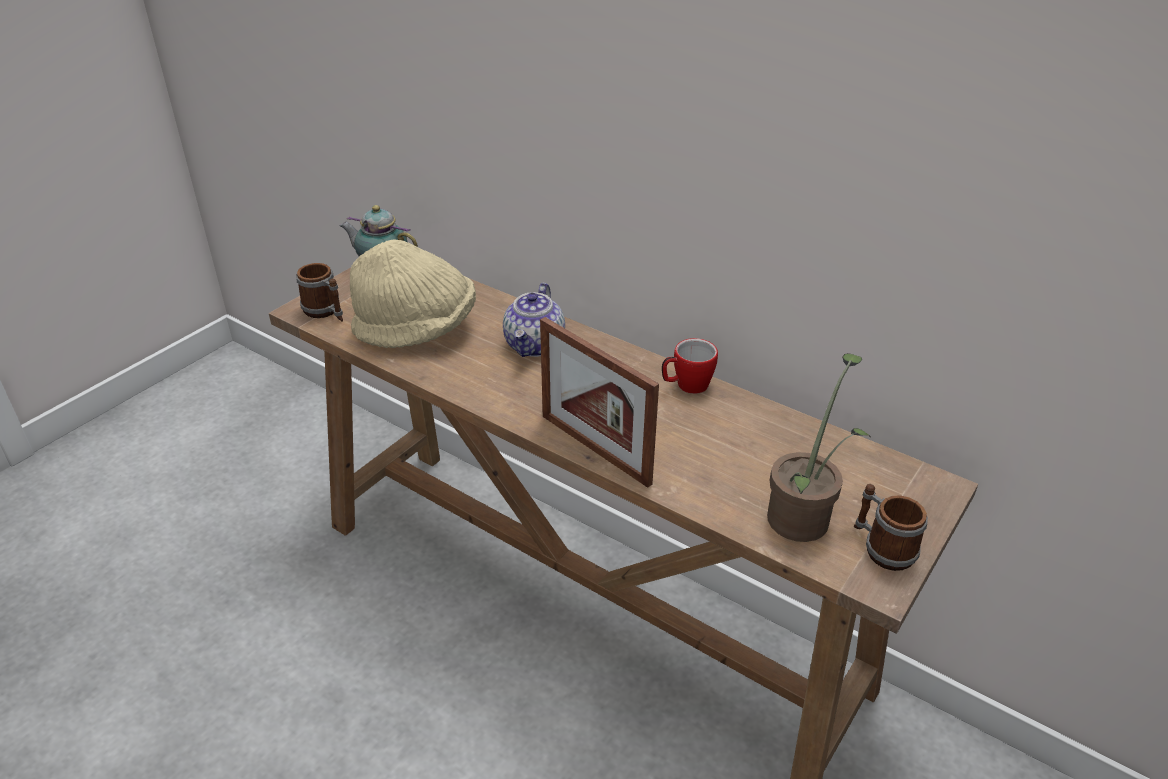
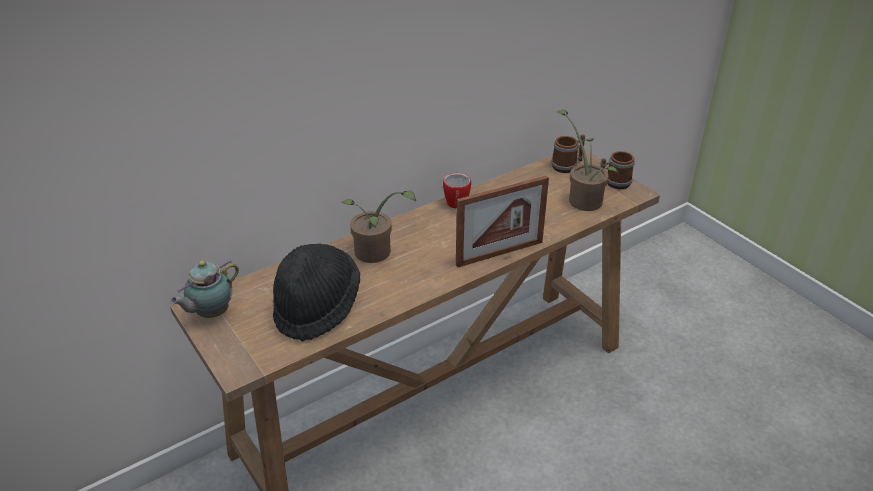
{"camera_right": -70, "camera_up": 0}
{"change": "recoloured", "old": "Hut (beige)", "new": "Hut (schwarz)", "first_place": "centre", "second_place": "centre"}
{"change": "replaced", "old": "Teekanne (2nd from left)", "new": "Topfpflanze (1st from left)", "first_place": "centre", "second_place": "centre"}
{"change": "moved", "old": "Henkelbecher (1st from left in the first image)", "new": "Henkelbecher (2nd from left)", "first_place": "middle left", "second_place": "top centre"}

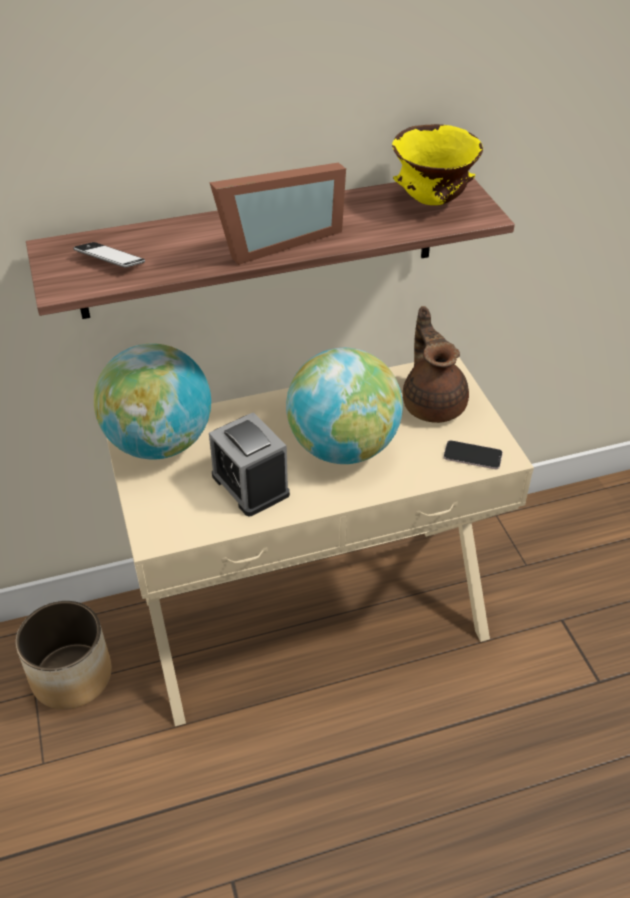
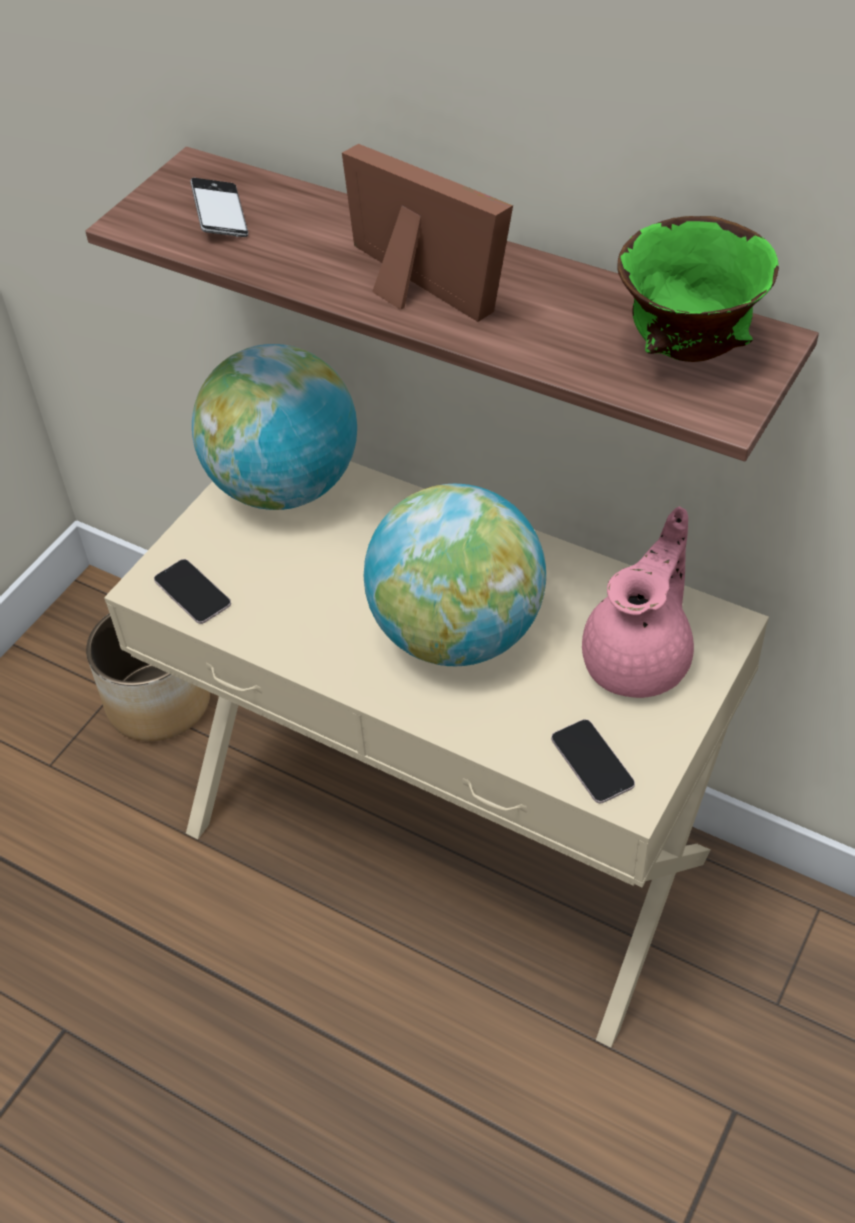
{"camera_right": 50, "camera_up": 5}
{"change": "added", "new": "Handy (1st from left)", "second_place": "middle left"}
{"change": "turned", "old": "Bilderrahmen", "first_place": "top centre", "second_place": "top centre", "degrees": -150}
{"change": "recoloured", "old": "Teekanne (braun)", "new": "Teekanne (rosa)", "first_place": "middle right", "second_place": "middle right"}
{"change": "recoloured", "old": "Schüssel (gelb)", "new": "Schüssel (grün)", "first_place": "top right", "second_place": "top right"}
{"change": "removed", "old": "Wecker", "first_place": "centre"}

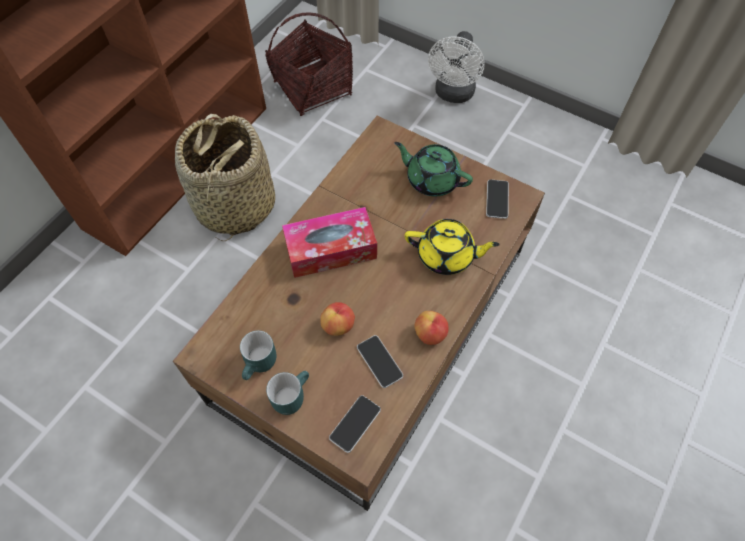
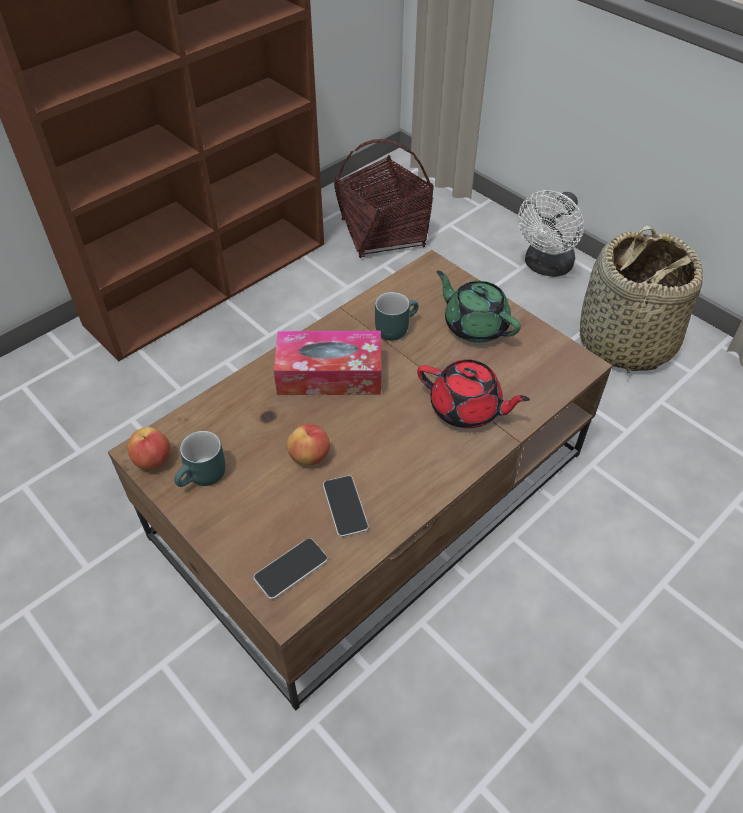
{"camera_right": 15, "camera_up": -10}
{"change": "moved", "old": "Apfel (2nd from left in the first image)", "new": "Apfel (1st from left)", "first_place": "centre", "second_place": "middle left"}
{"change": "moved", "old": "Henkelbecher (türkis) (2nd from left)", "first_place": "bottom centre", "second_place": "centre"}
{"change": "recoloured", "old": "Teekanne (gelb)", "new": "Teekanne (rot)", "first_place": "centre", "second_place": "centre"}
{"change": "moved", "old": "Korb (1st from left in the first image)", "new": "Korb (2nd from left)", "first_place": "top left", "second_place": "middle right"}
{"change": "removed", "old": "Handy (3rd from left)", "first_place": "middle right"}

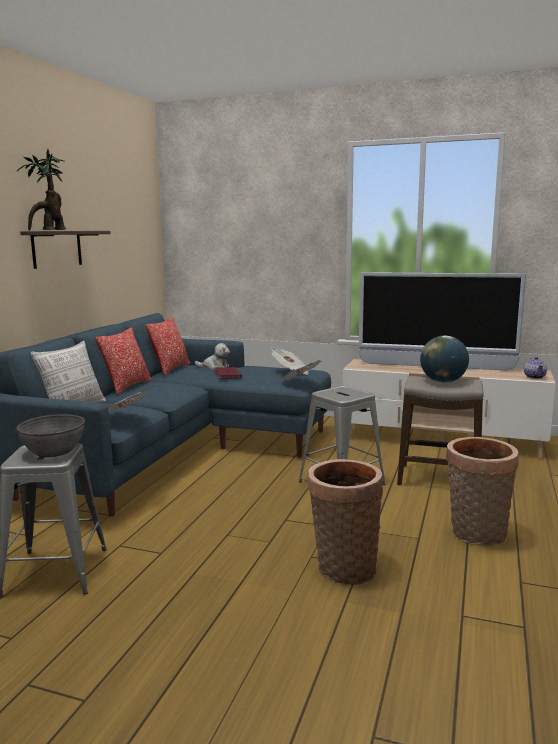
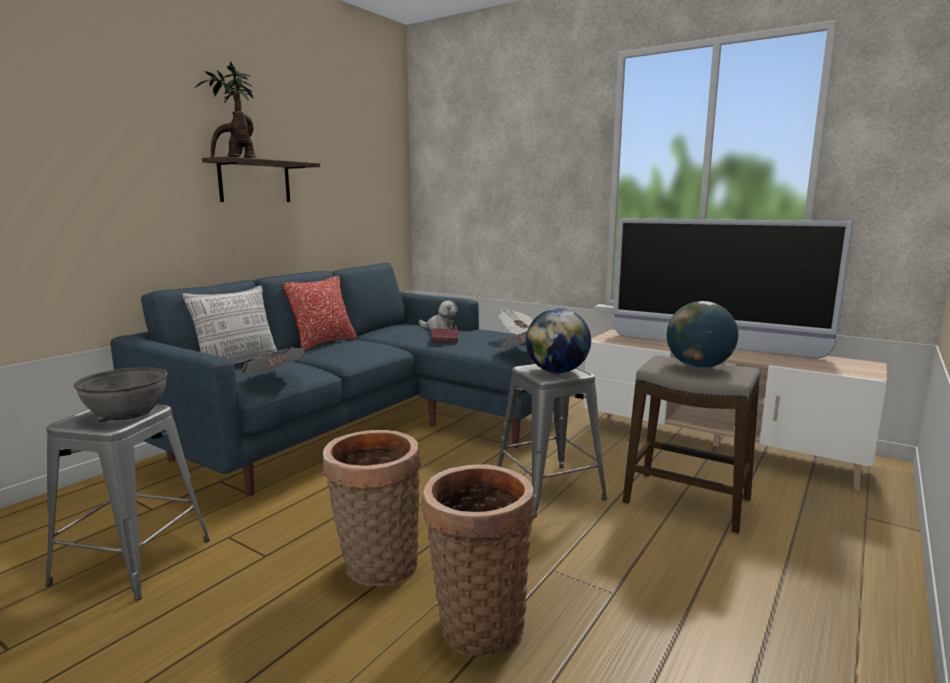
{"camera_right": 15, "camera_up": 0}
{"change": "moved", "old": "Korb (2nd from left in the first image)", "new": "Korb (1st from left)", "first_place": "middle right", "second_place": "bottom centre"}
{"change": "added", "new": "Globus (1st from left)", "second_place": "centre"}
{"change": "removed", "old": "Kissen (3rd from left)", "first_place": "middle left"}
{"change": "removed", "old": "Teekanne", "first_place": "middle right"}

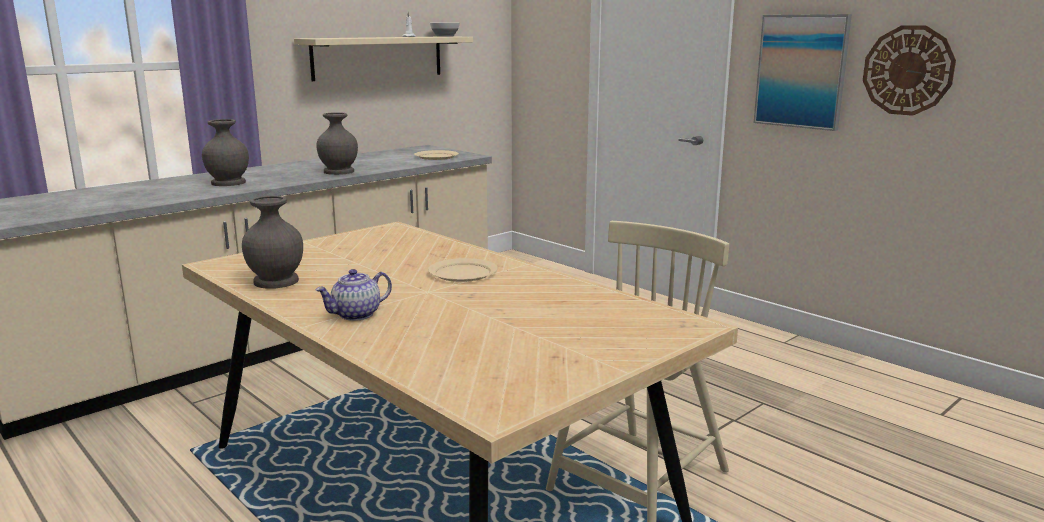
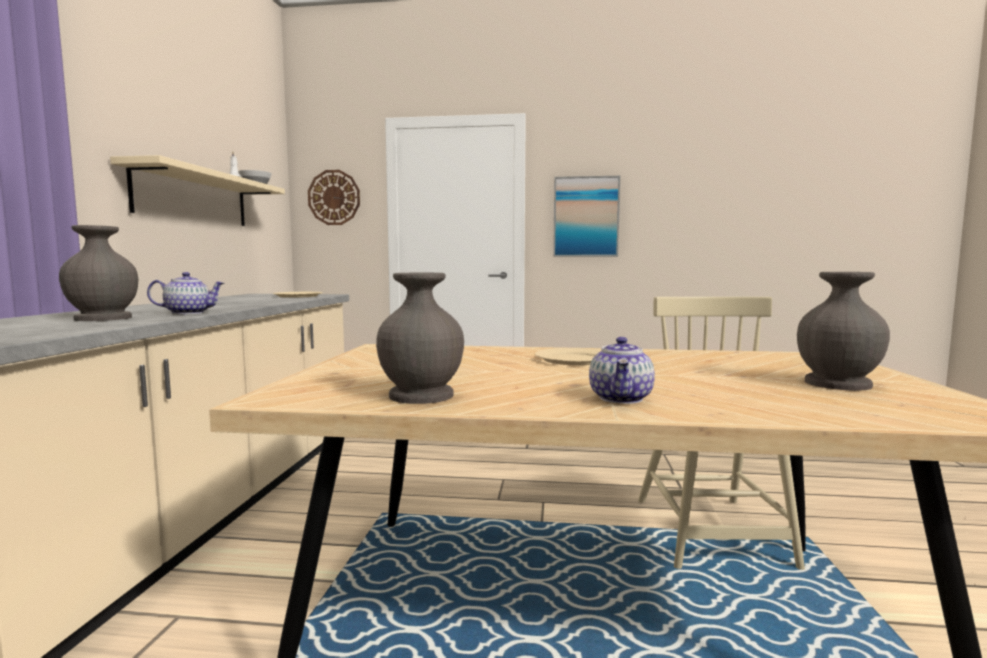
{"camera_right": -40, "camera_up": -10}
{"change": "added", "new": "Teekanne (1st from left)", "second_place": "middle left"}
{"change": "moved", "old": "Wanduhr", "first_place": "top right", "second_place": "top centre"}
{"change": "moved", "old": "Vase (grau) (3rd from left)", "first_place": "top left", "second_place": "middle right"}

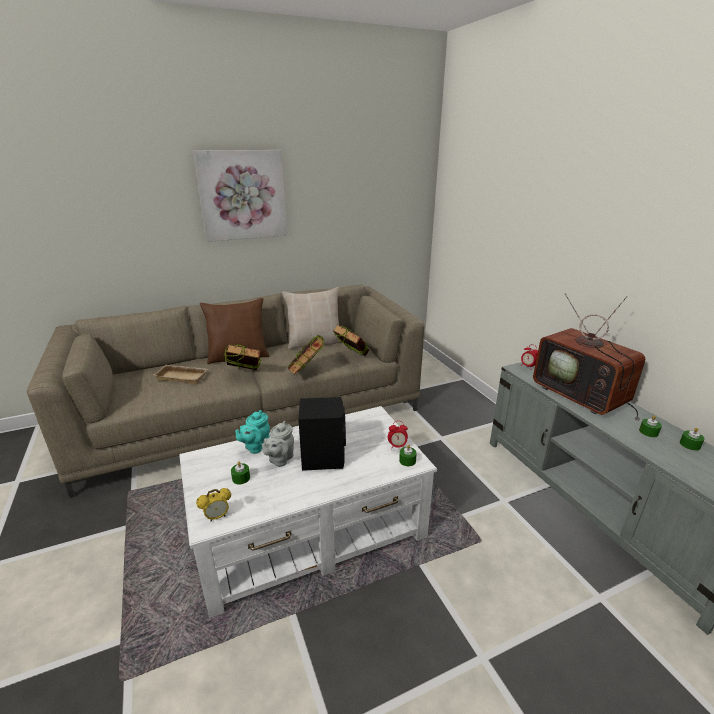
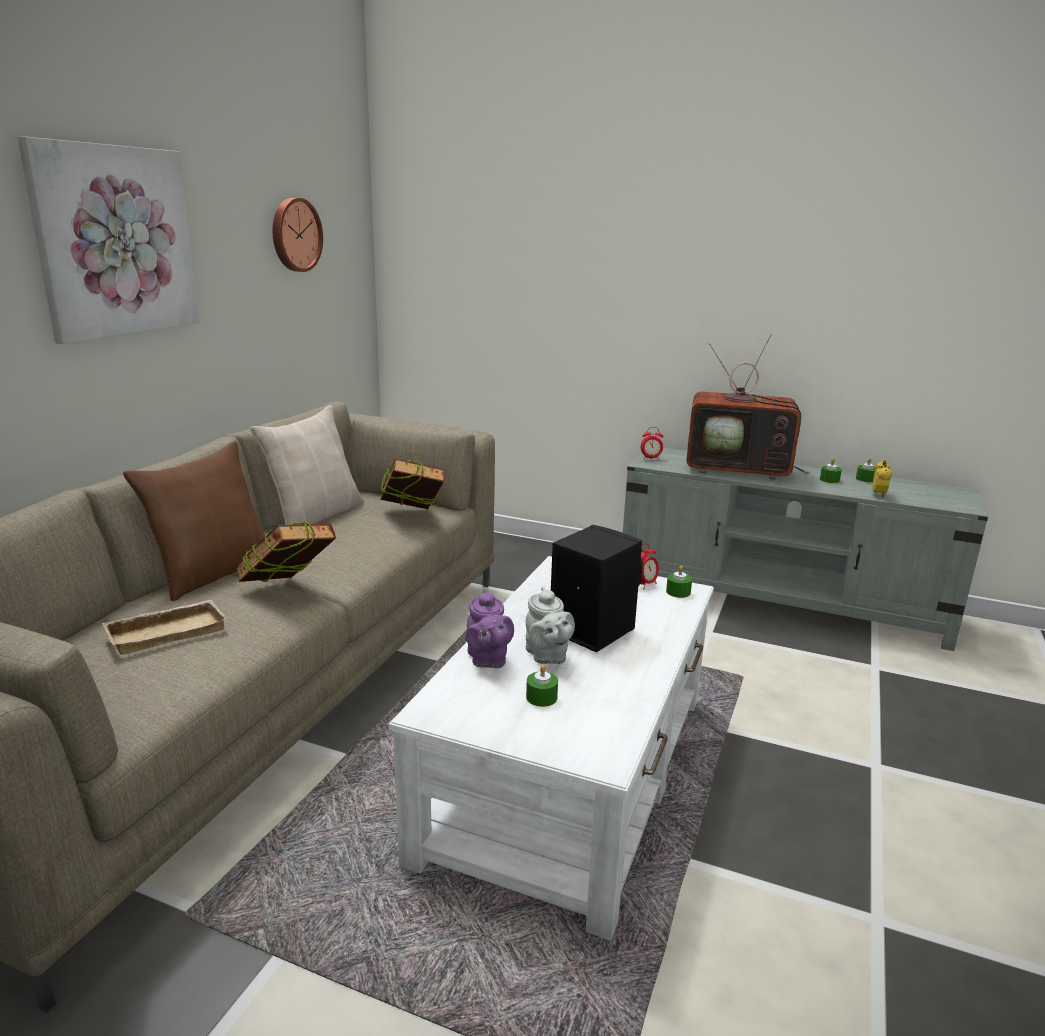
{"camera_right": -45, "camera_up": -5}
{"change": "added", "new": "Wanduhr", "second_place": "top left"}
{"change": "recoloured", "old": "Teekanne (türkis)", "new": "Teekanne (lila)", "first_place": "centre", "second_place": "centre"}
{"change": "moved", "old": "Wecker (1st from left in the first image)", "new": "Wecker (3rd from left)", "first_place": "bottom left", "second_place": "middle right"}
{"change": "removed", "old": "Buch (2nd from left)", "first_place": "centre"}

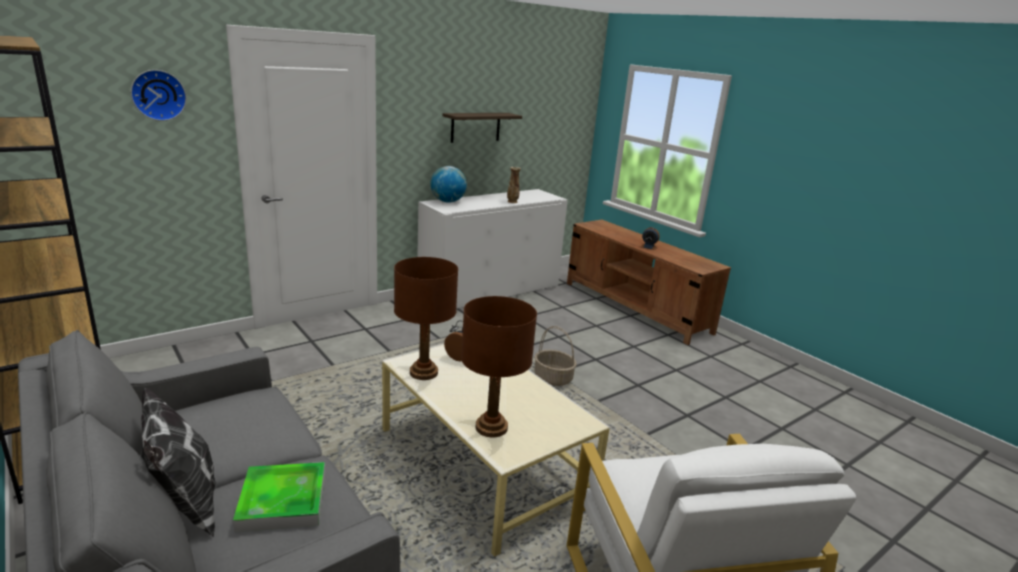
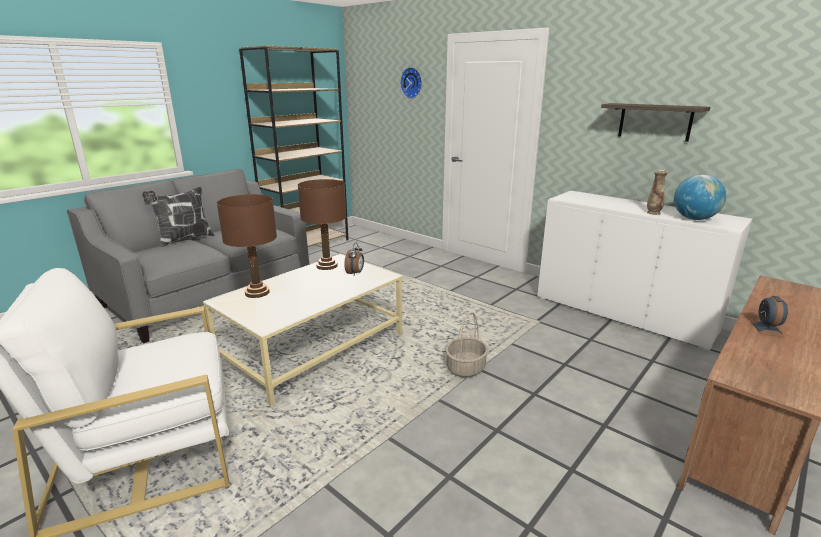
{"camera_right": 80, "camera_up": 0}
{"change": "moved", "old": "Globus", "first_place": "top centre", "second_place": "middle right"}
{"change": "removed", "old": "Tablett", "first_place": "bottom left"}

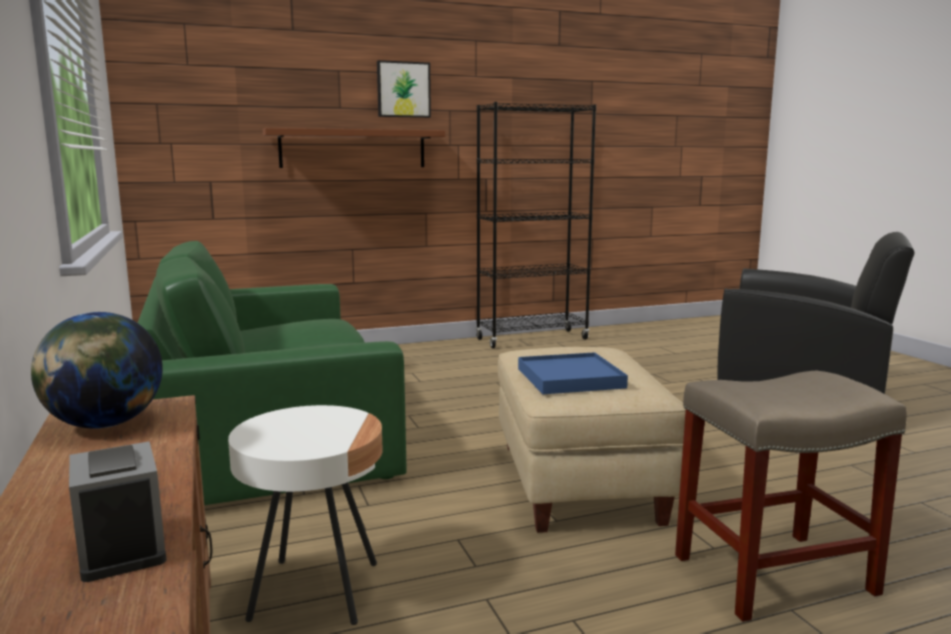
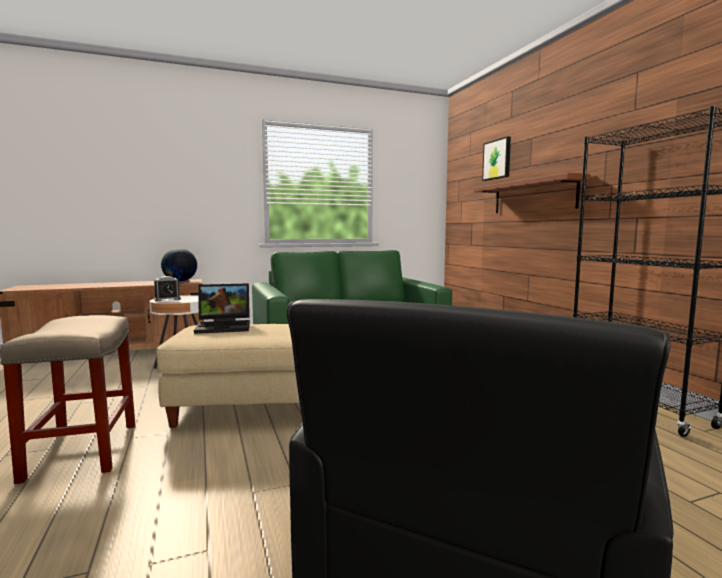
{"camera_right": 90, "camera_up": -5}
{"change": "moved", "old": "Wecker", "first_place": "bottom left", "second_place": "middle left"}
{"change": "replaced", "old": "Tablett (blau)", "new": "Laptop", "first_place": "centre", "second_place": "middle left"}
{"change": "moved", "old": "Bild", "first_place": "top centre", "second_place": "top right"}

